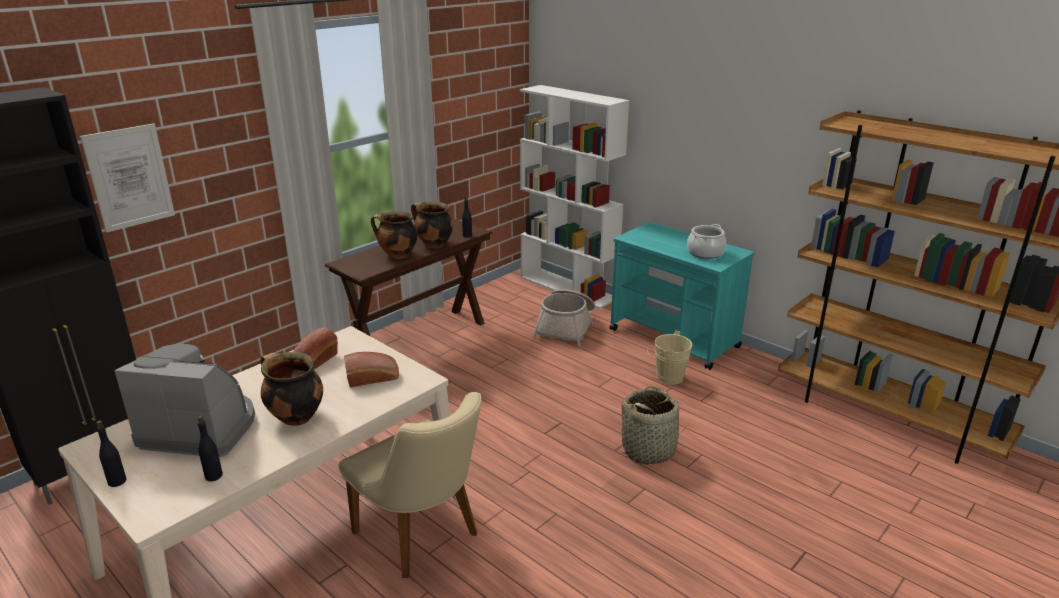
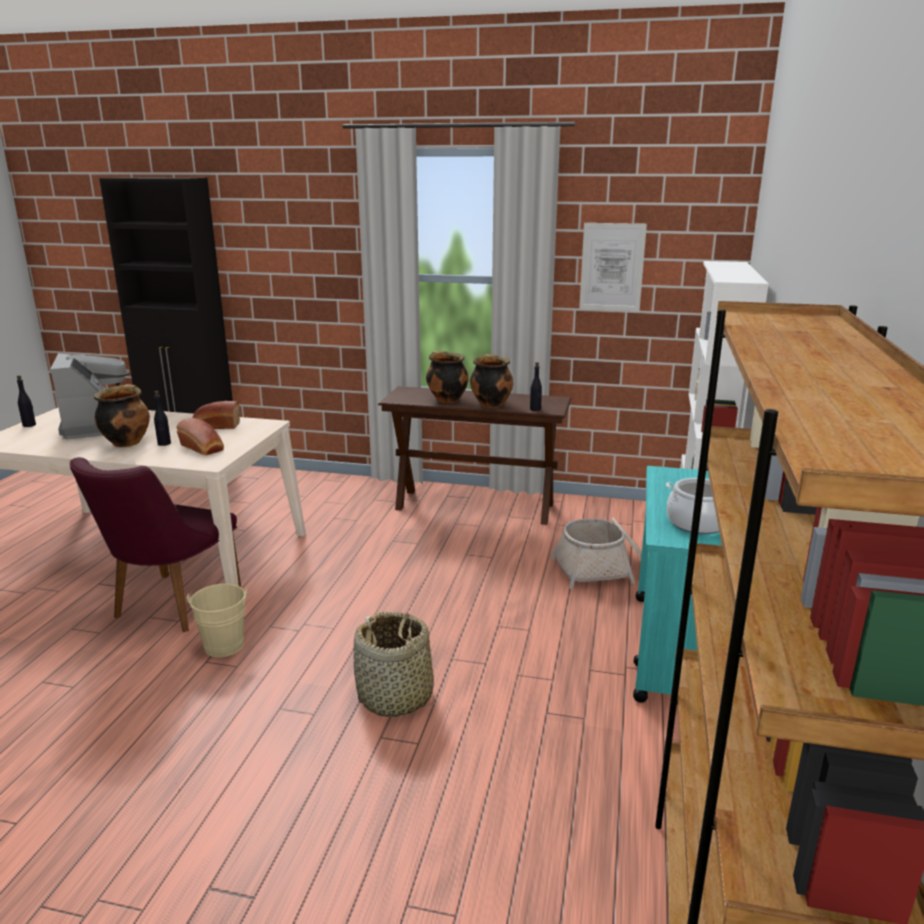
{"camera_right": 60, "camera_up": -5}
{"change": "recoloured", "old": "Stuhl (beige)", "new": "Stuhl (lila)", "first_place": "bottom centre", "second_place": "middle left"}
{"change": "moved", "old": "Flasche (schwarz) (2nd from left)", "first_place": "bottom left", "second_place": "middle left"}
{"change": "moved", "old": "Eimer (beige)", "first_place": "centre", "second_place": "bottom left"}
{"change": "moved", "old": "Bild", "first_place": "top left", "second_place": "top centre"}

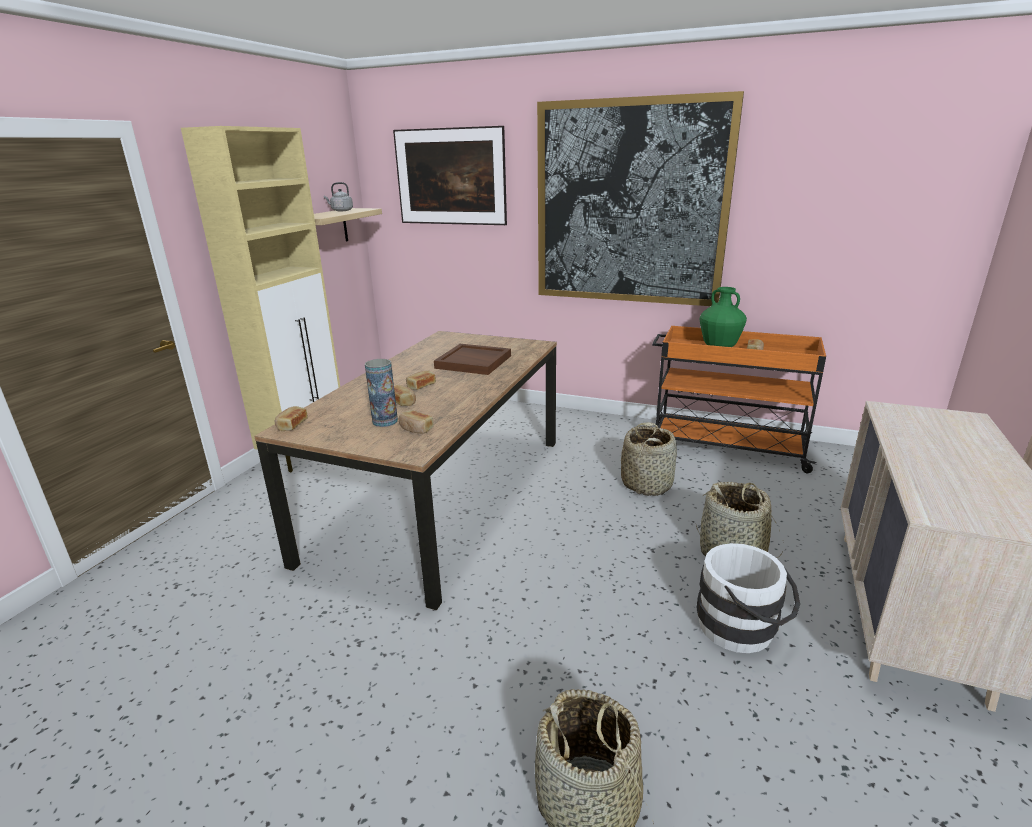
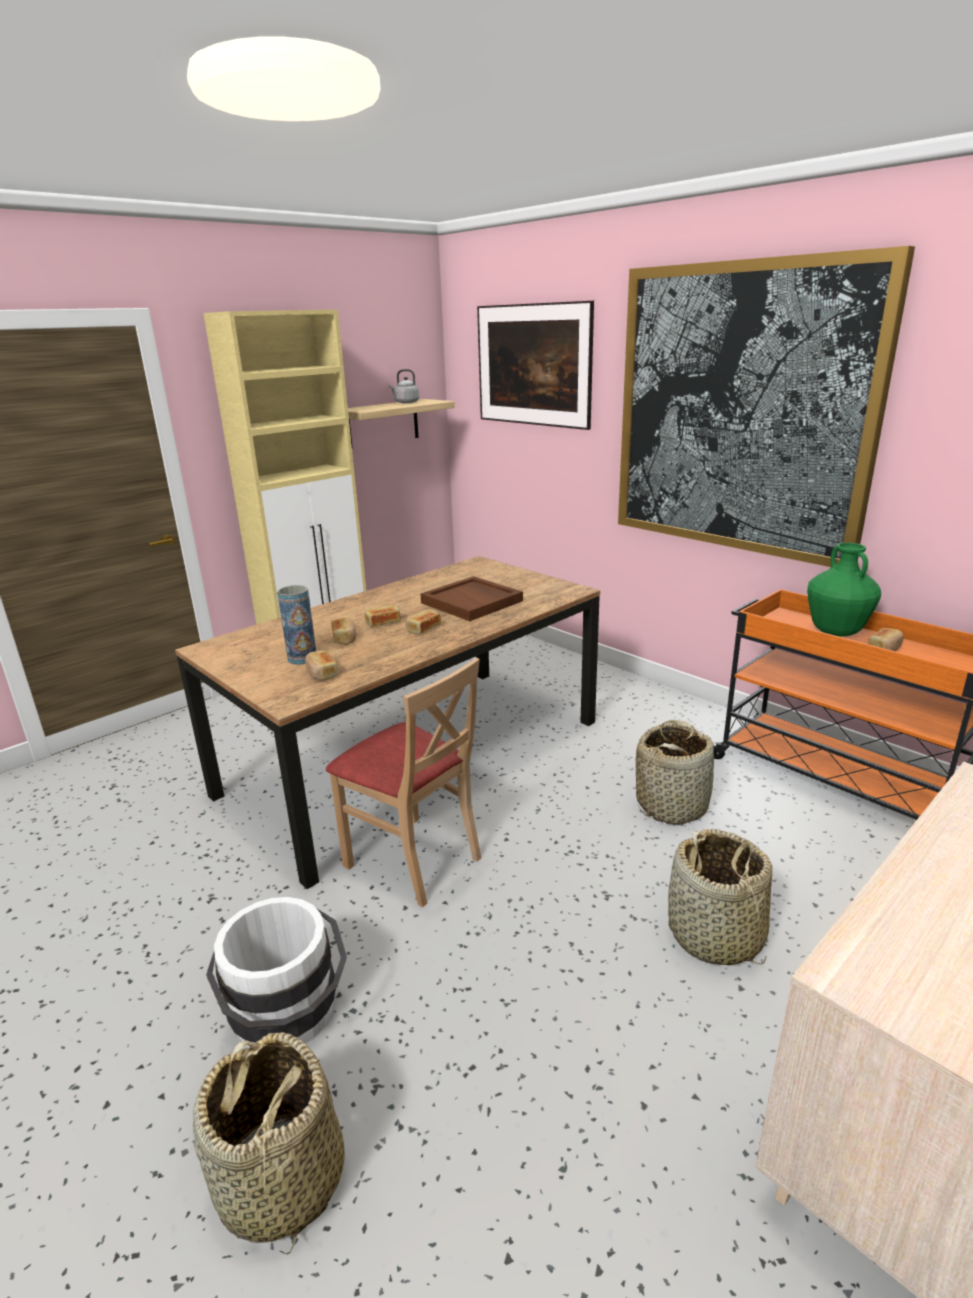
{"camera_right": 25, "camera_up": 0}
{"change": "moved", "old": "Eimer (weiß)", "first_place": "bottom right", "second_place": "bottom left"}
{"change": "added", "new": "Stuhl (beige)", "second_place": "centre"}
{"change": "moved", "old": "Brot (1st from left in the first image)", "new": "Brot (4th from left)", "first_place": "middle left", "second_place": "centre"}

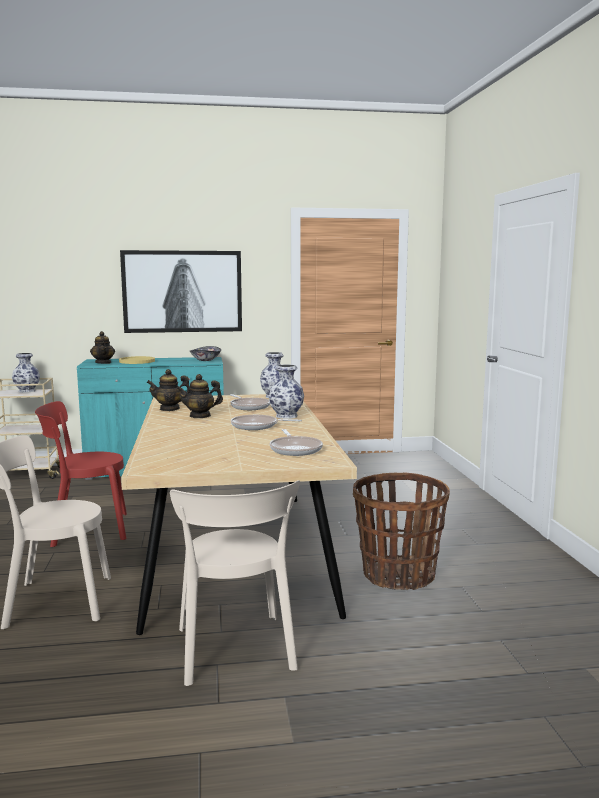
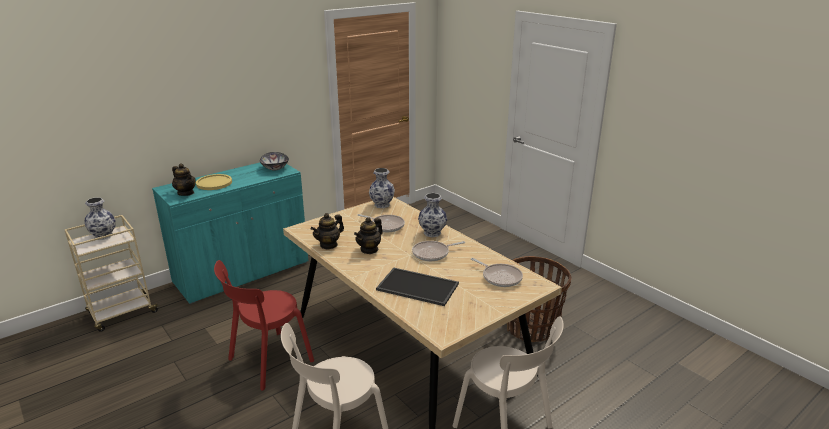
{"camera_right": -30, "camera_up": 15}
{"change": "added", "new": "Tablett", "second_place": "bottom centre"}
{"change": "removed", "old": "Bild", "first_place": "middle left"}

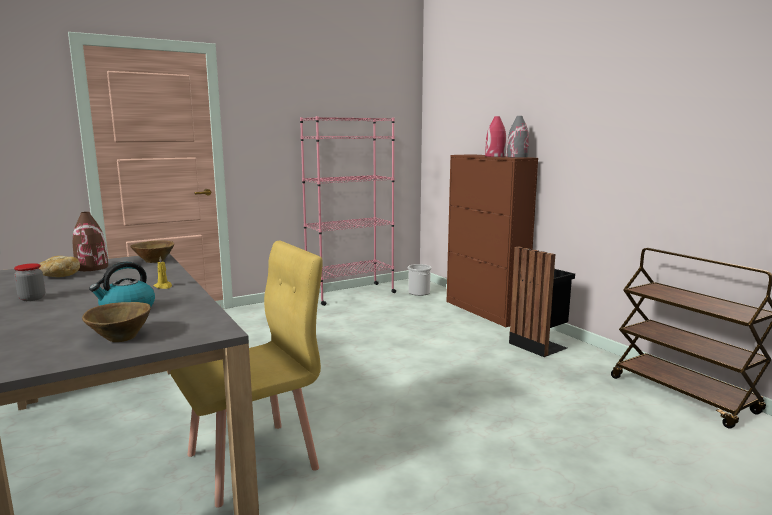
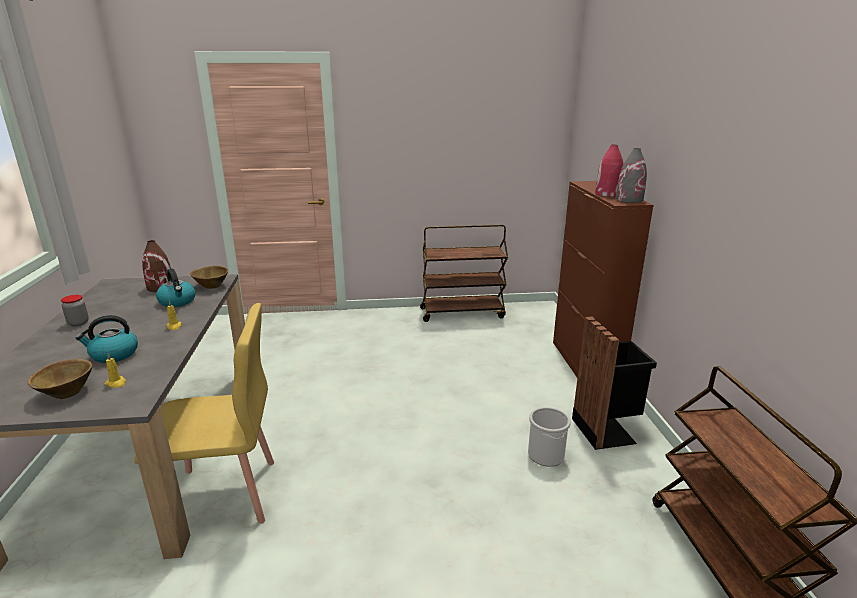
{"camera_right": 25, "camera_up": 10}
{"change": "added", "new": "Kerze (gelb) (1st from left)", "second_place": "middle left"}
{"change": "added", "new": "Wasserkessel (2nd from left)", "second_place": "middle left"}
{"change": "replaced", "old": "Bücherregal (rosa)", "new": "Rollwagen (braun) (1st from left)", "first_place": "centre", "second_place": "centre"}
{"change": "moved", "old": "Eimer", "first_place": "centre", "second_place": "bottom centre"}
{"change": "removed", "old": "Brot", "first_place": "middle left"}

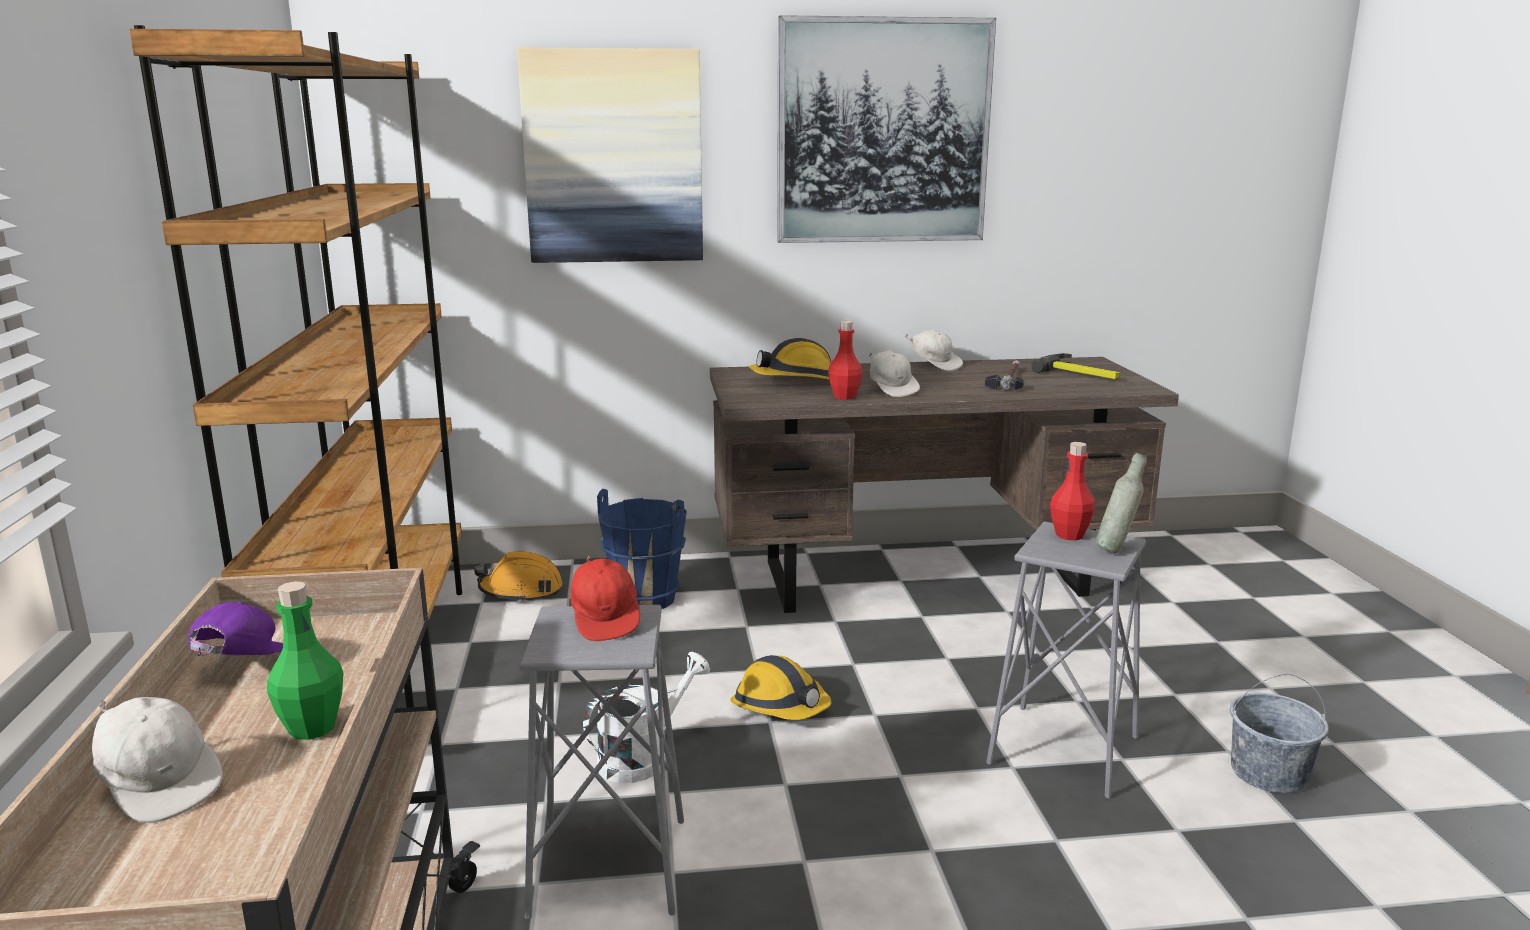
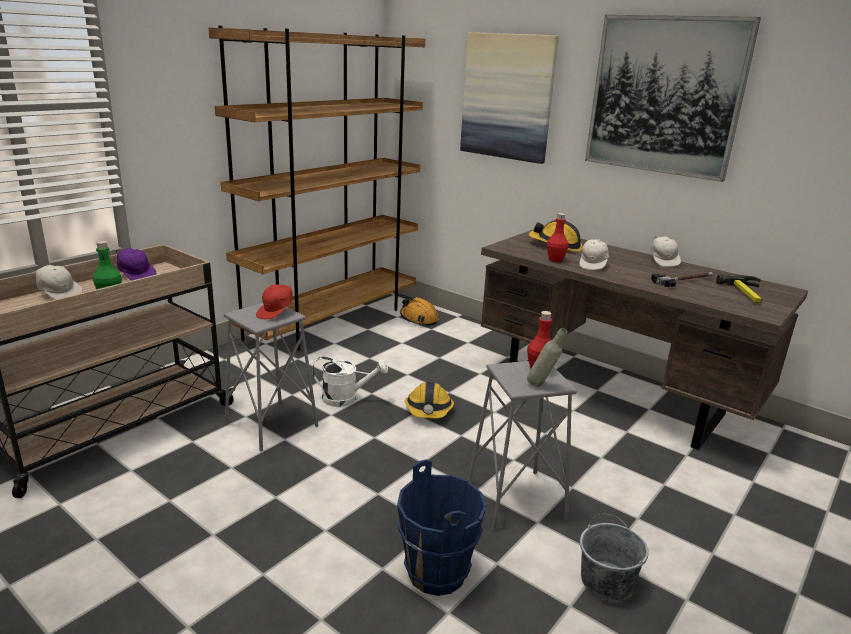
{"camera_right": 45, "camera_up": 5}
{"change": "turned", "old": "Kappe (weiß) (1st from left)", "first_place": "bottom left", "second_place": "middle left", "degrees": -60}
{"change": "turned", "old": "Kappe (lila)", "first_place": "bottom left", "second_place": "middle left", "degrees": 75}
{"change": "moved", "old": "Eimer (blau)", "first_place": "centre", "second_place": "bottom centre"}

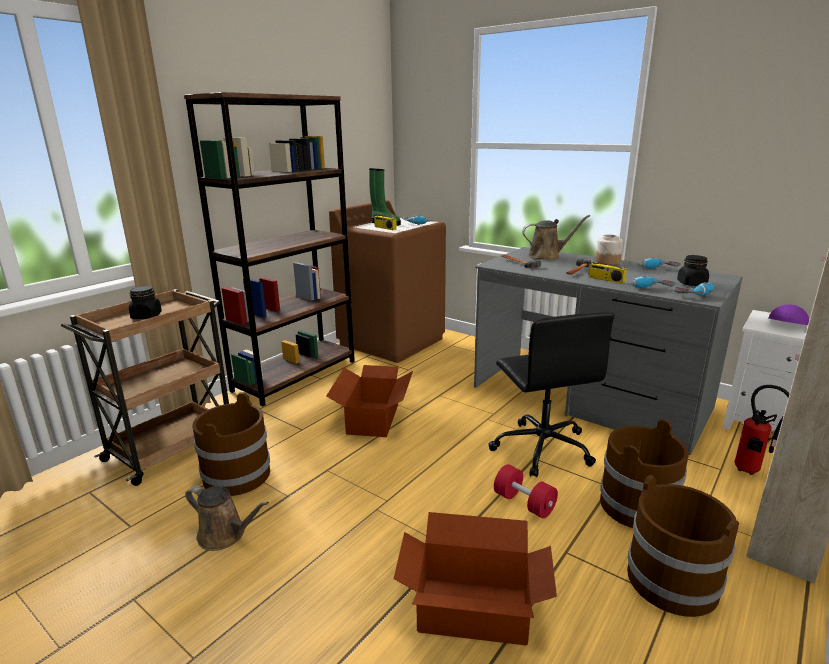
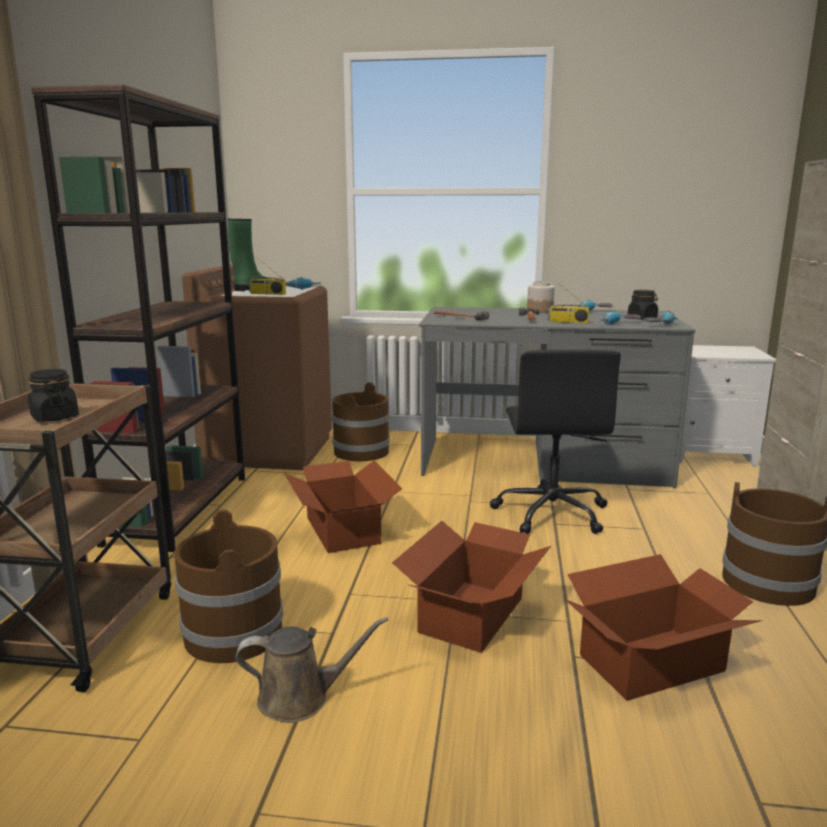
{"camera_right": -30, "camera_up": -5}
{"change": "moved", "old": "Eimer (braun) (2nd from left)", "first_place": "bottom right", "second_place": "centre"}
{"change": "added", "new": "Karton (2nd from left)", "second_place": "bottom centre"}
{"change": "turned", "old": "Bürostuhl (schwarz)", "first_place": "centre", "second_place": "middle right", "degrees": 45}
{"change": "removed", "old": "Hantel (rot)", "first_place": "bottom centre"}
{"change": "removed", "old": "Gießkanne (braun) (2nd from left)", "first_place": "middle right"}
{"change": "removed", "old": "Feuerlöscher", "first_place": "middle right"}
{"change": "removed", "old": "Kappe (lila)", "first_place": "middle right"}

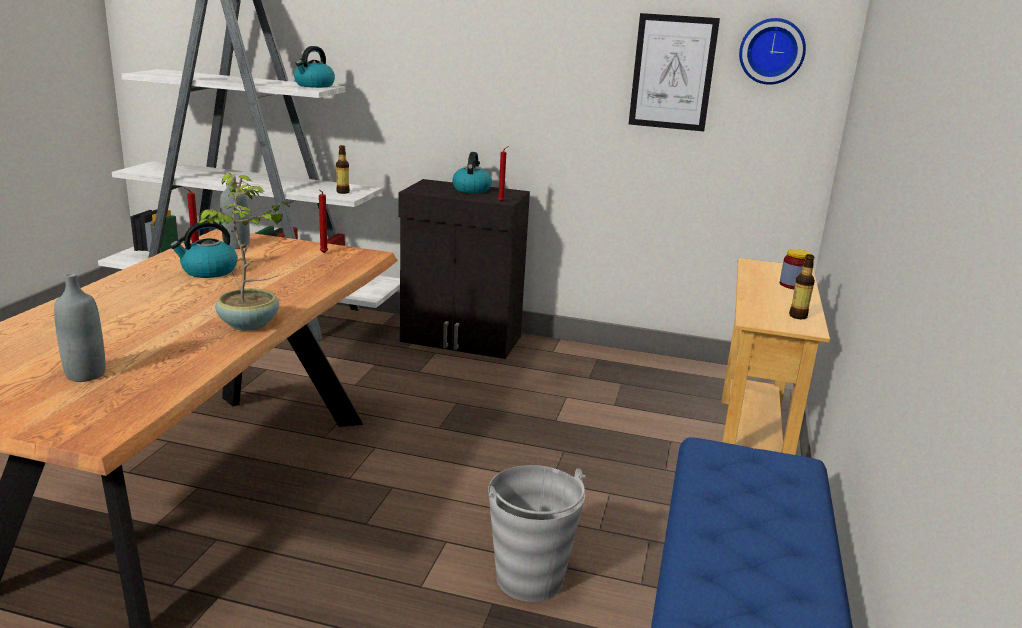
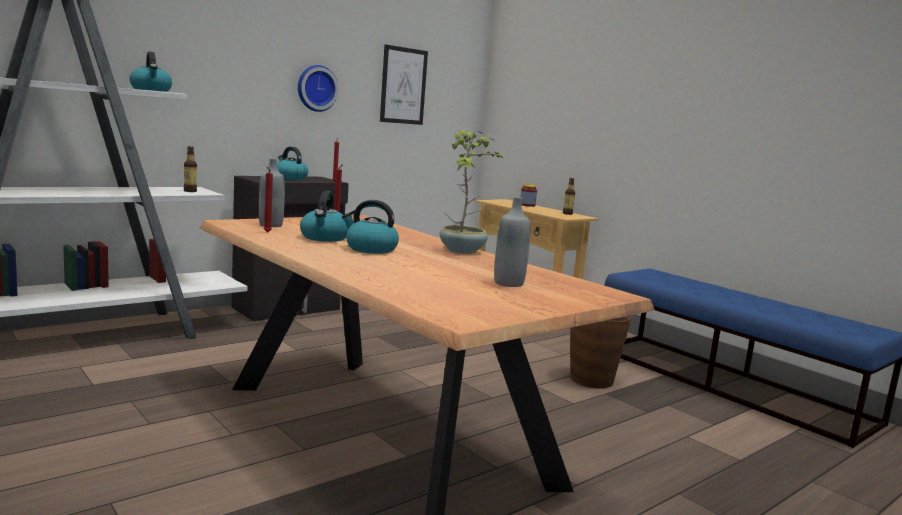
{"camera_right": -55, "camera_up": -10}
{"change": "moved", "old": "Wanduhr", "first_place": "top right", "second_place": "top centre"}
{"change": "added", "new": "Wasserkessel (4th from left)", "second_place": "centre"}
{"change": "recoloured", "old": "Eimer (grau)", "new": "Eimer (braun)", "first_place": "bottom centre", "second_place": "bottom centre"}

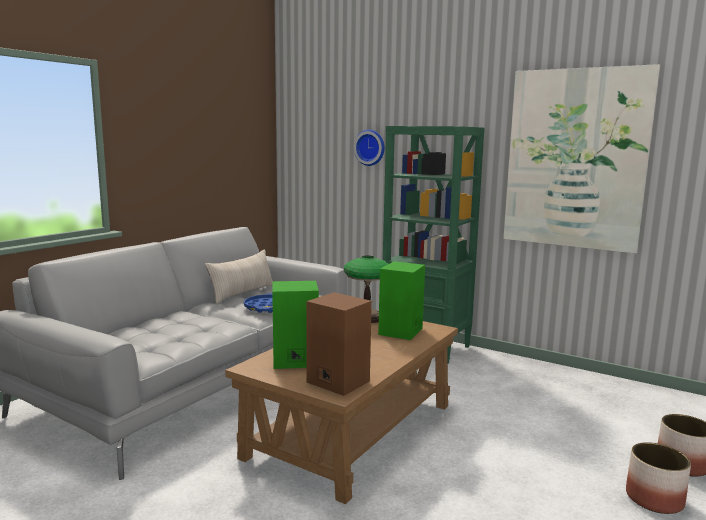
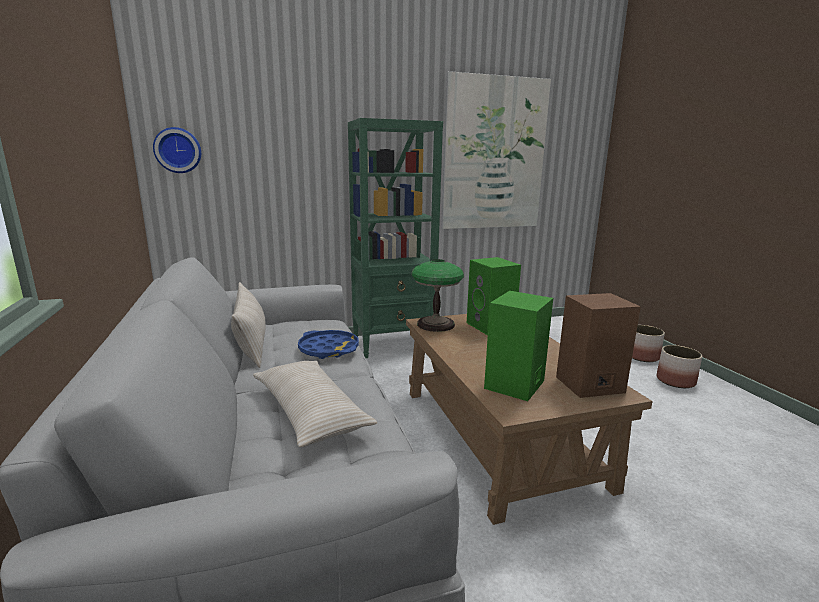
{"camera_right": -50, "camera_up": 5}
{"change": "moved", "old": "Wanduhr", "first_place": "top centre", "second_place": "top left"}
{"change": "added", "new": "Kissen (beige) (2nd from left)", "second_place": "bottom centre"}

